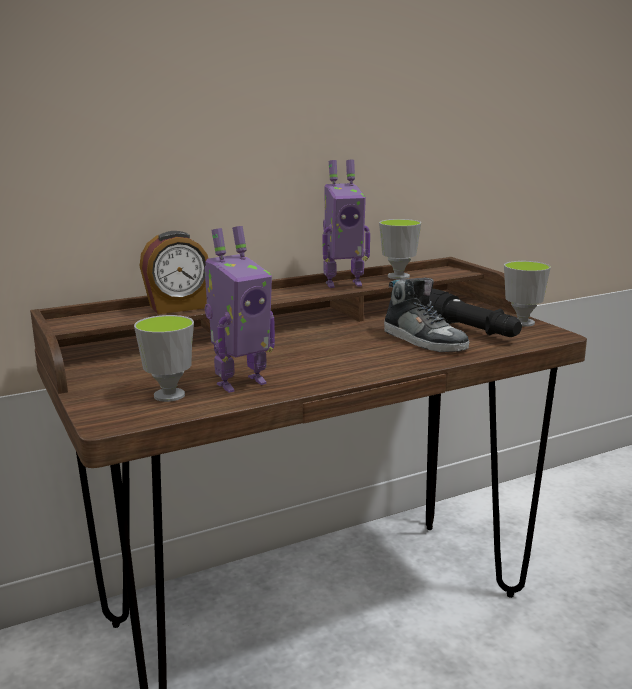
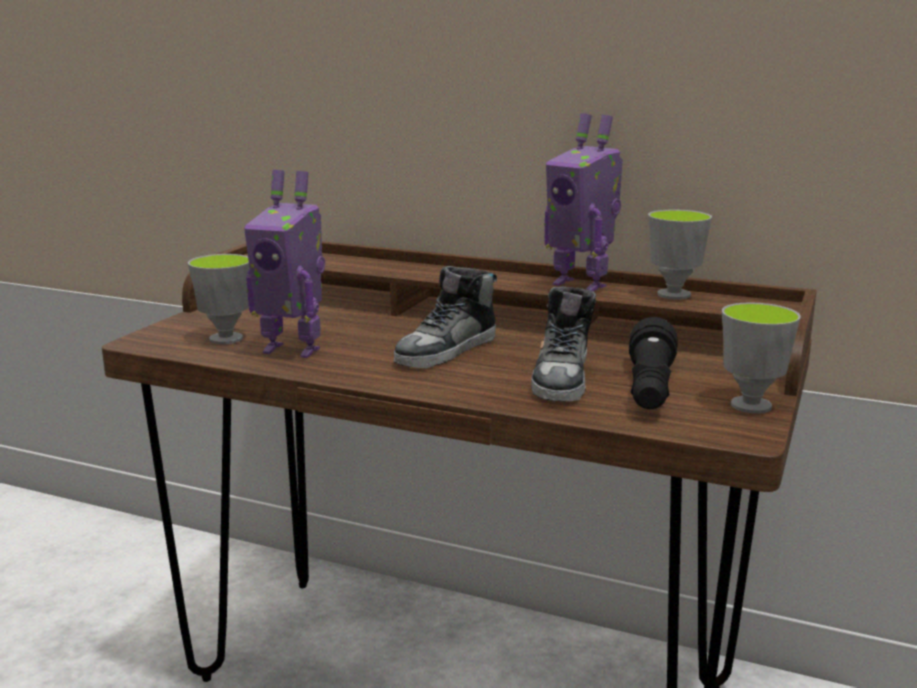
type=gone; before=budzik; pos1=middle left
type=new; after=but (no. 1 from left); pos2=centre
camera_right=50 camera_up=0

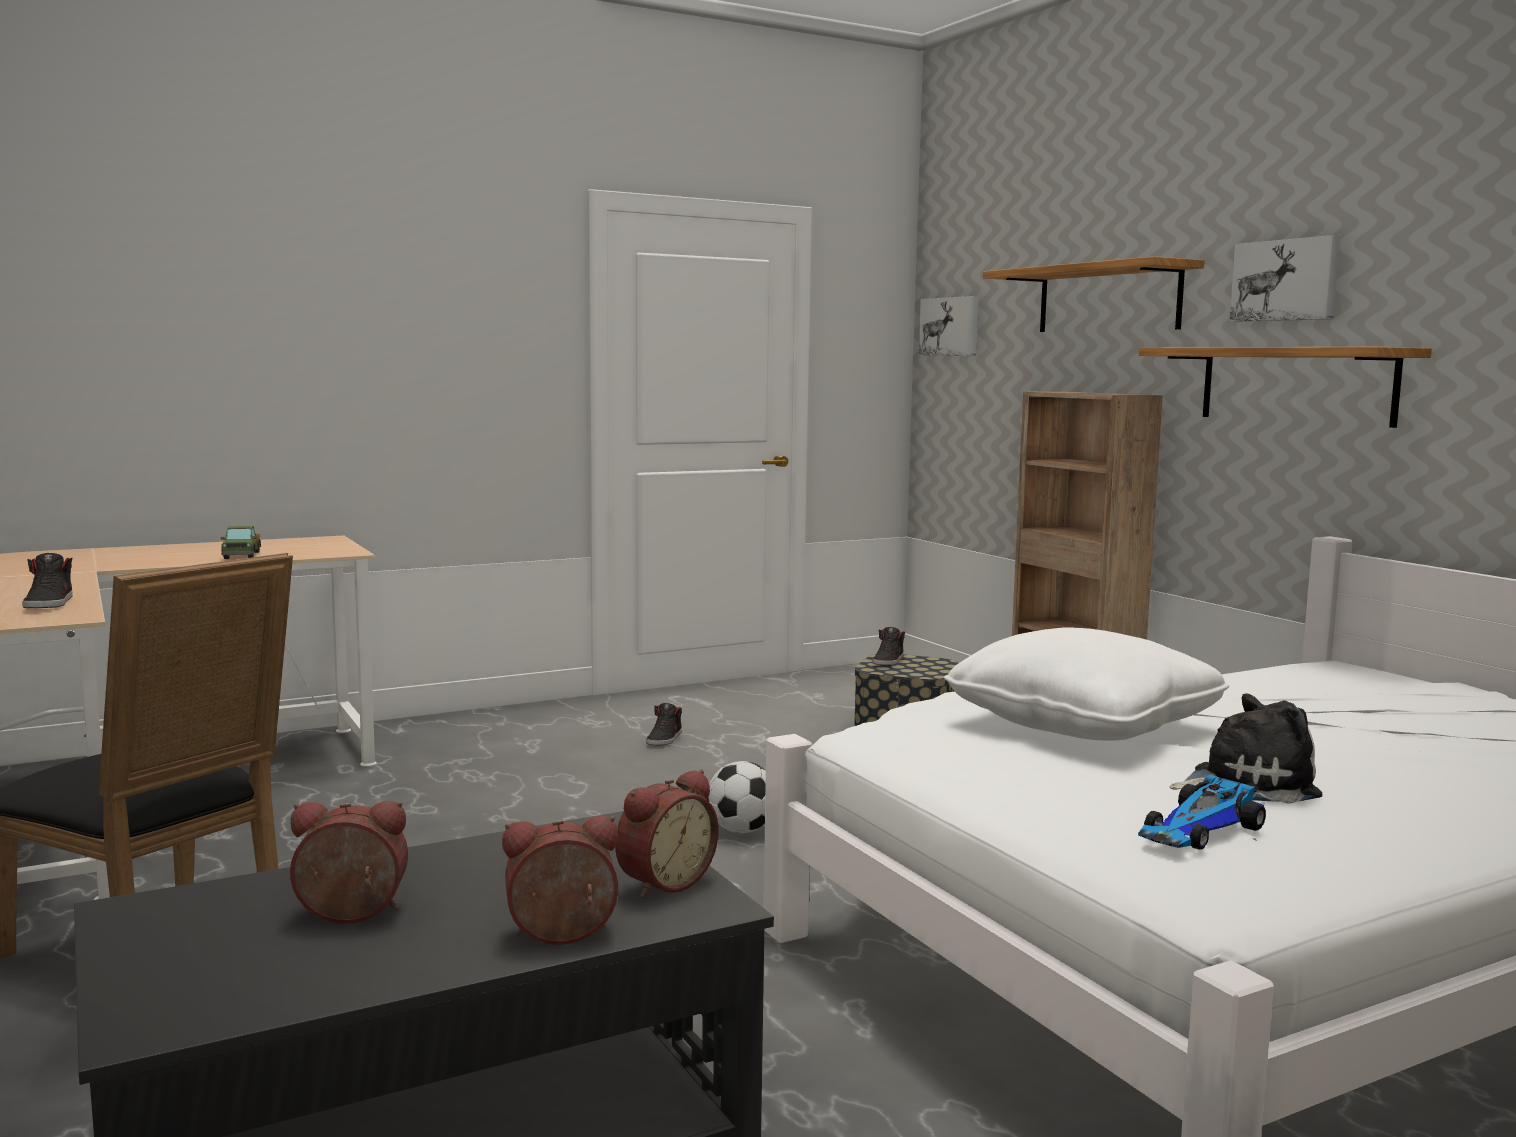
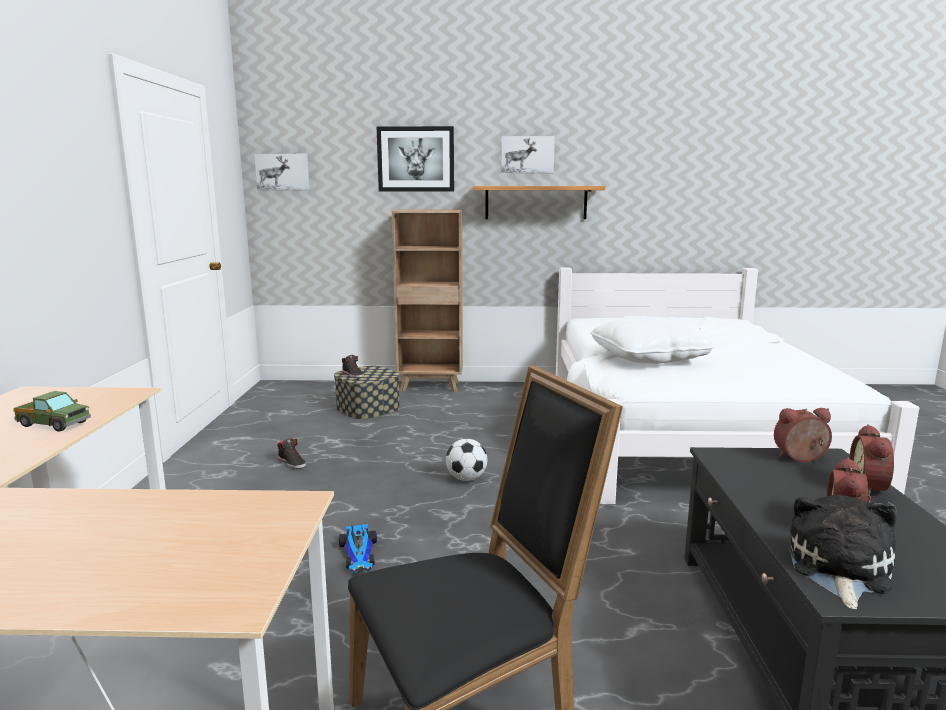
type=swapped; before=półka (no. 1 from left); after=obraz (no. 2 from left); pos1=top right; pos2=top centre
type=gone; before=but (czarny) (no. 1 from left); pos1=middle left
type=shifted; before=pluszak; pos1=middle right; pos2=bottom right
type=rotated; before=budzik (no. 3 from left in the first image); pos1=bottom centre; pos2=middle right; turn=-75
type=shifted; before=samochodzik; pos1=bottom right; pos2=bottom centre
camera_right=-60 camera_up=5

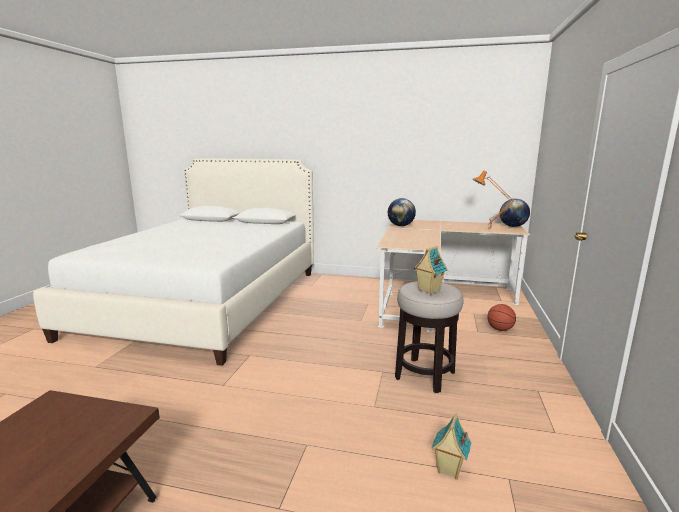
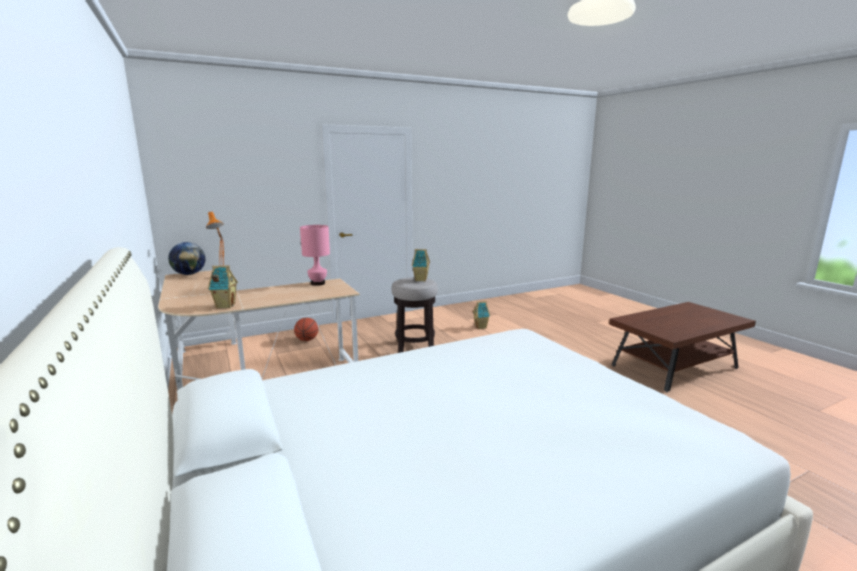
type=swapped; before=globus (no. 1 from left); after=domek (no. 1 from left); pos1=centre; pos2=middle left
type=new; after=lampa stołowa (różowy); pos2=centre
camera_right=-130 camera_up=0

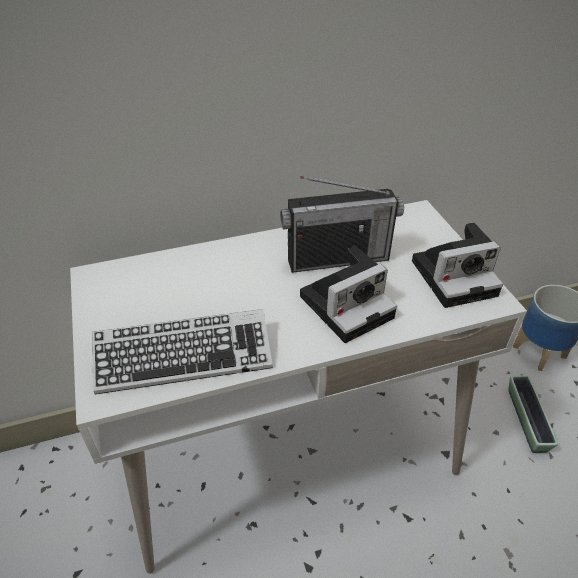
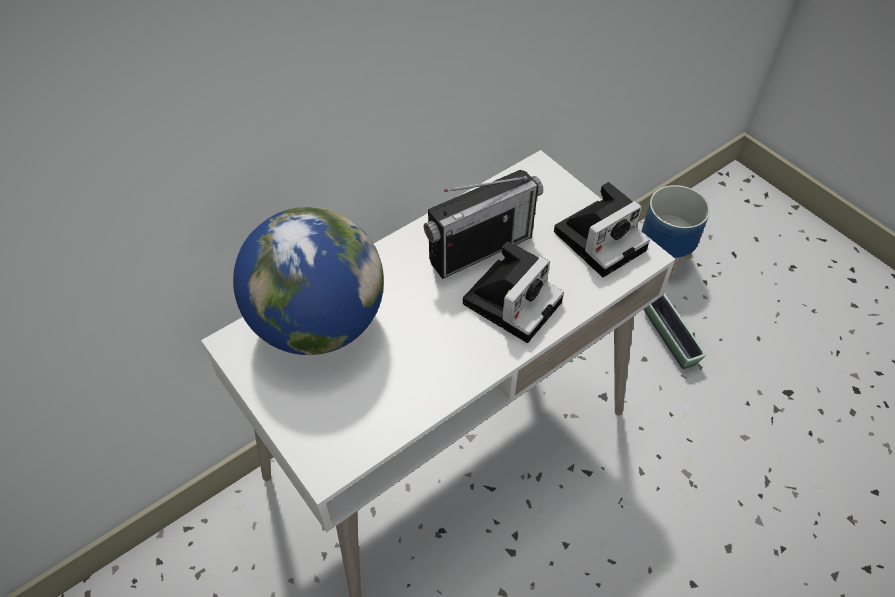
type=gone; before=klawiatura; pos1=middle left
type=new; after=globus; pos2=centre
camera_right=-20 camera_up=10

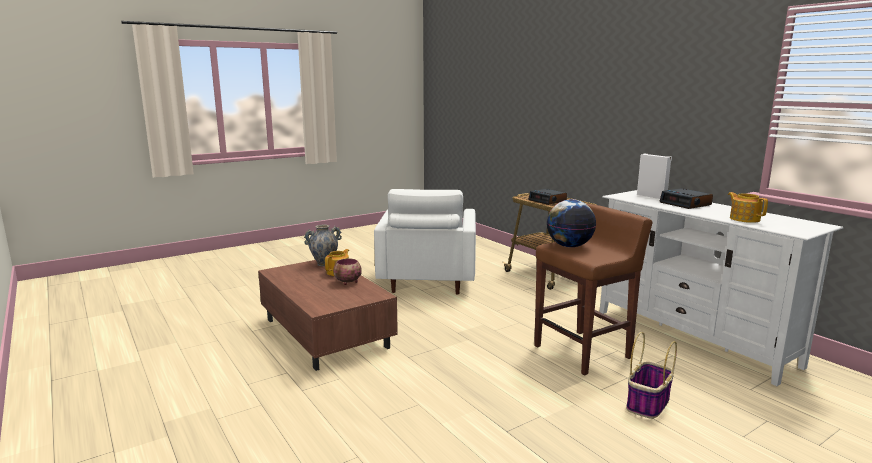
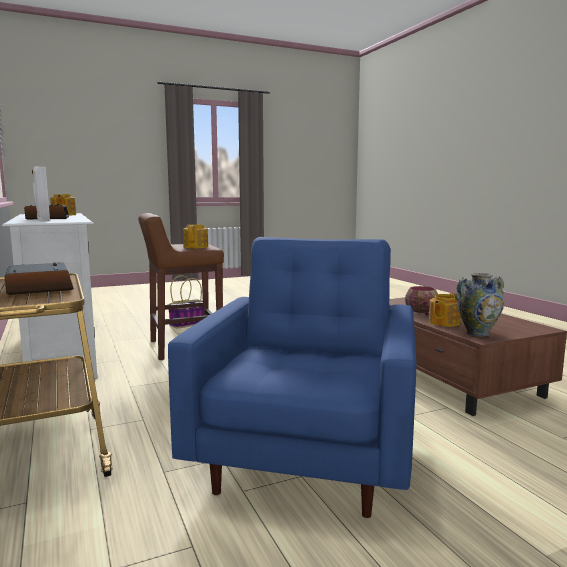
type=repainted; before=fotel (biały); after=fotel (niebieski); pos1=centre; pos2=centre
type=swapped; before=globus; after=imbryk (no. 2 from left); pos1=centre; pos2=centre
camera_right=-170 camera_up=-5

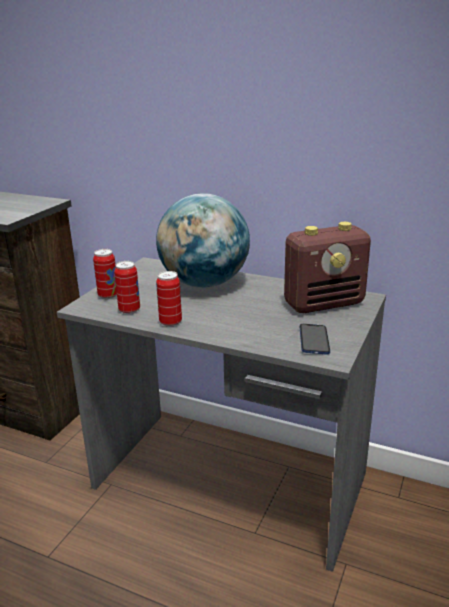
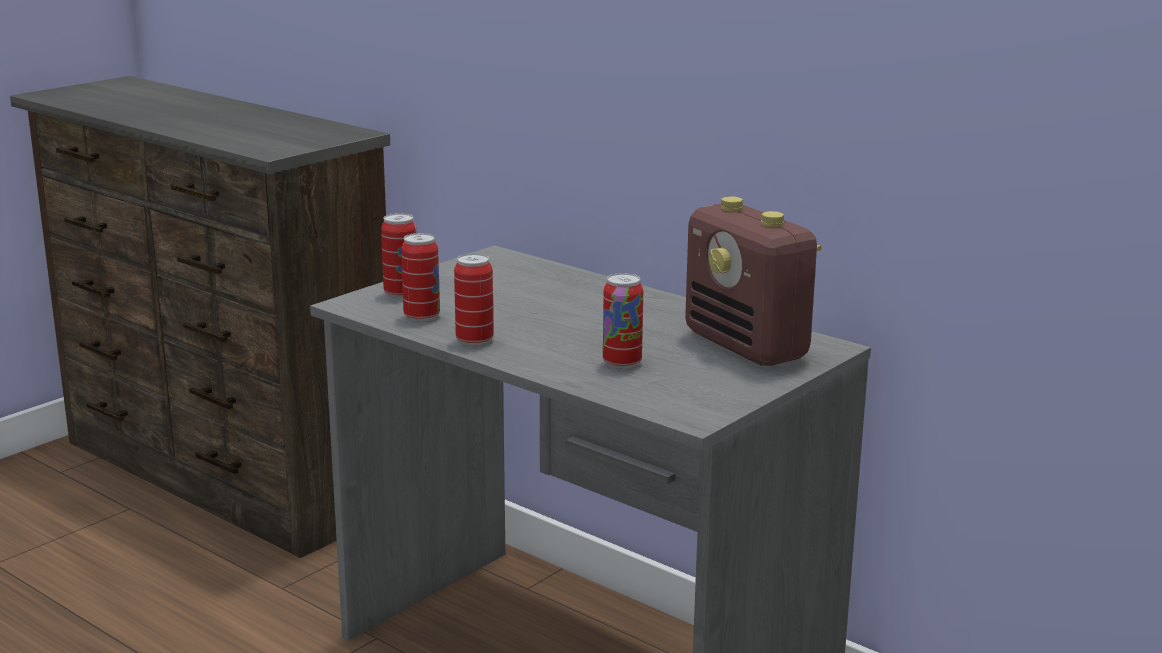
type=gone; before=globus; pos1=centre
type=rotated; before=radio; pos1=middle right; pos2=centre; turn=60
type=gone; before=telefon; pos1=middle right
type=new; after=puszka (no. 4 from left); pos2=centre
camera_right=15 camera_up=-5

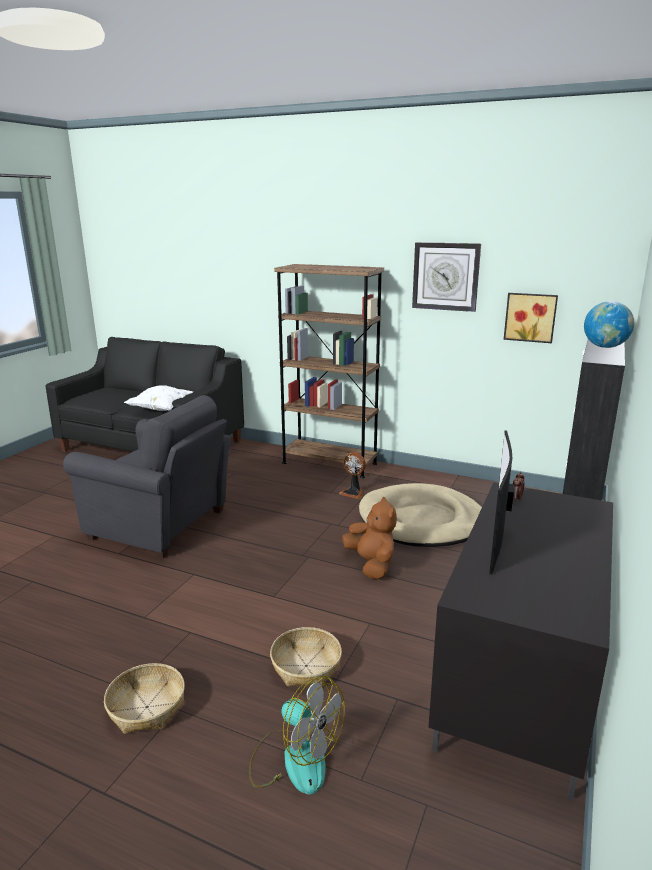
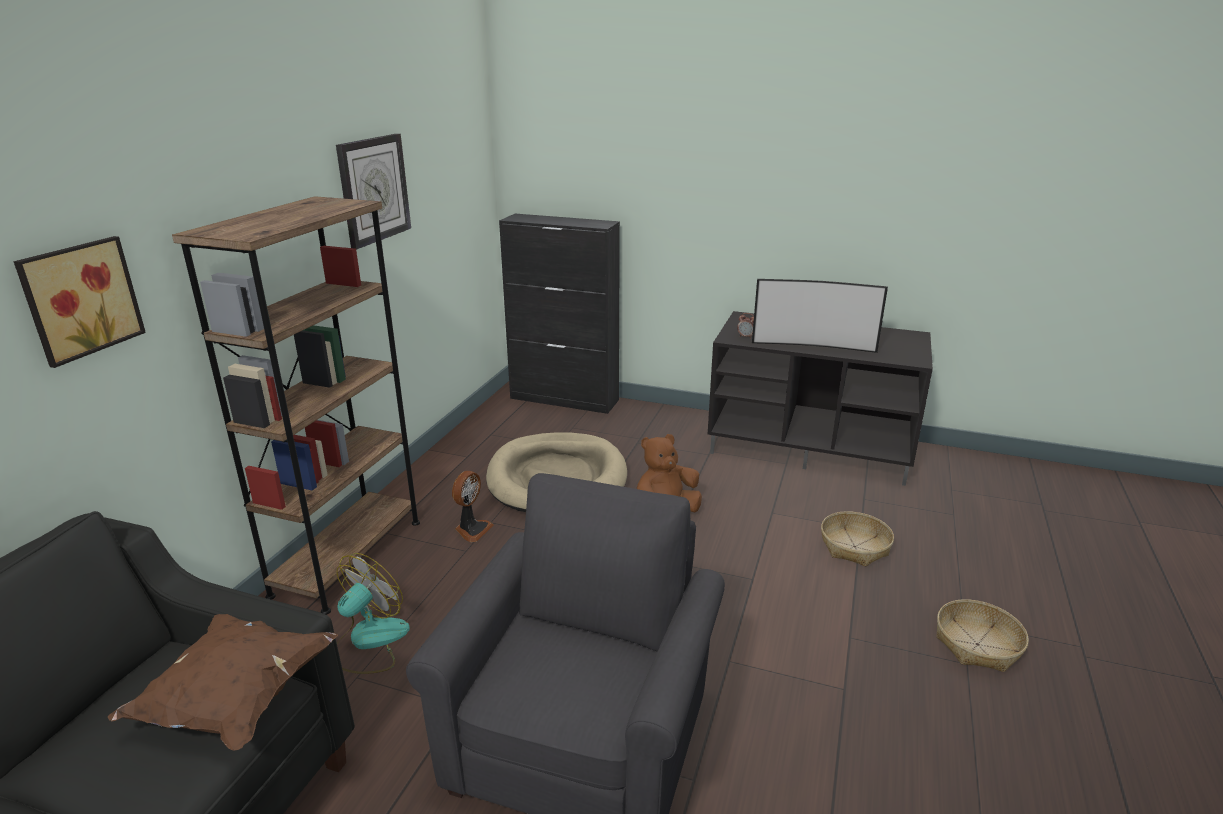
type=shifted; before=obraz; pos1=middle right; pos2=middle left
type=gone; before=globus; pos1=middle right
type=repainted; before=poduszka (biały); after=poduszka (brązowy); pos1=middle left; pos2=bottom left
type=shifted; before=wentylator (no. 1 from left); pos1=bottom centre; pos2=bottom left
camera_right=-95 camera_up=5

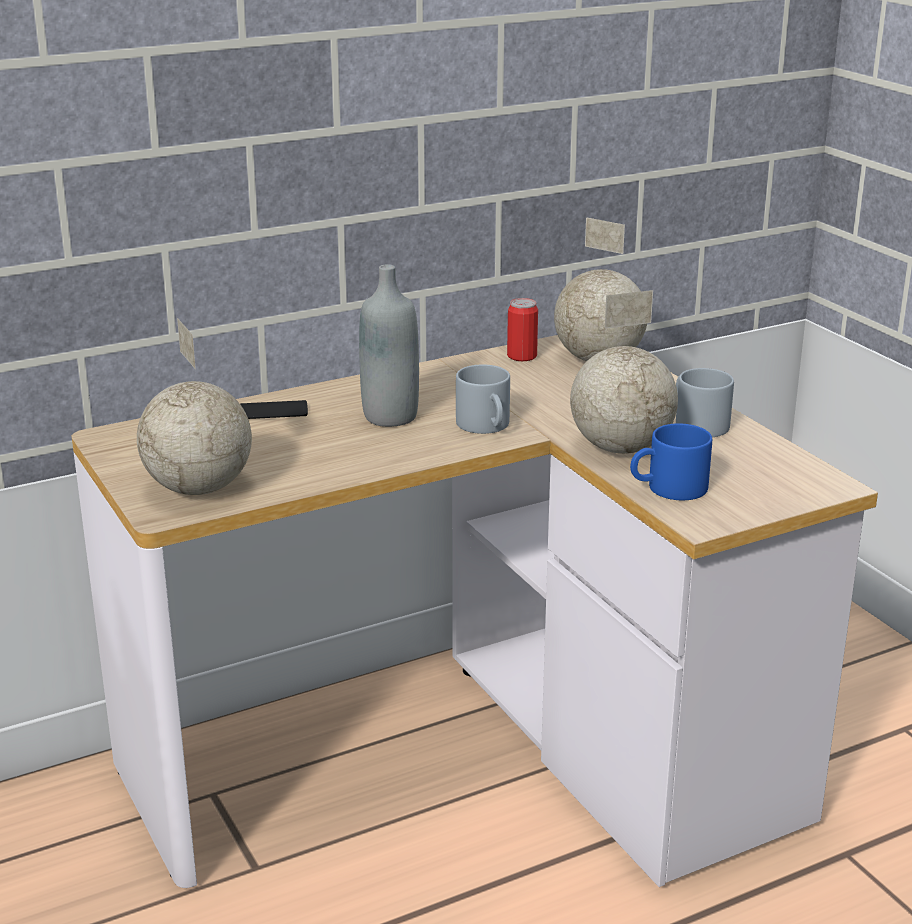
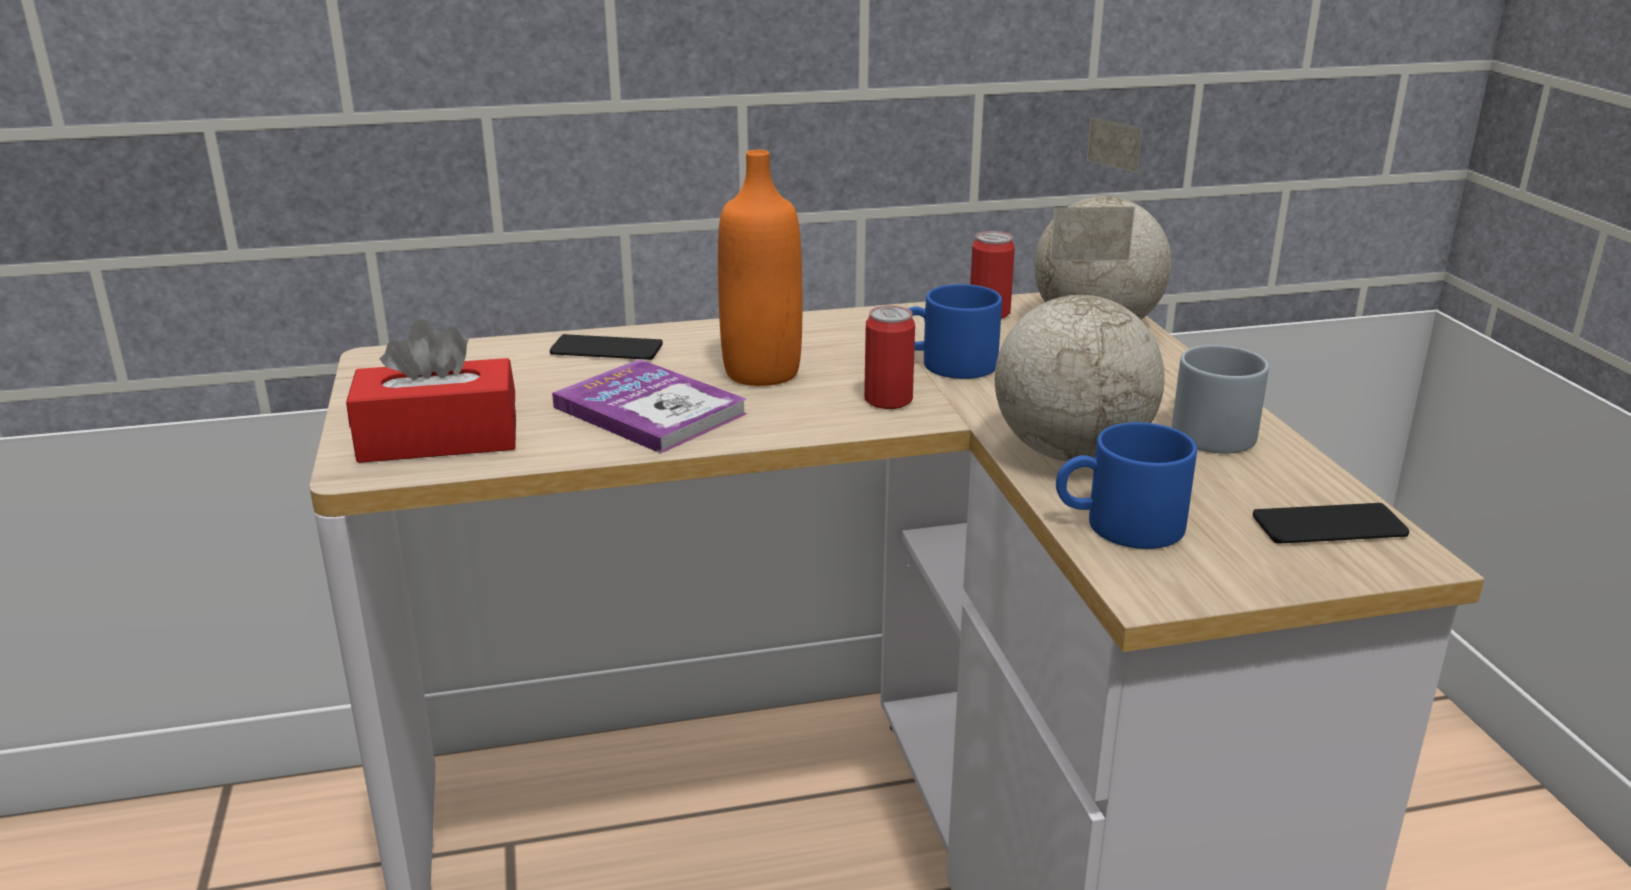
type=repainted; before=butelka (szary); after=butelka (pomarańczowy); pos1=centre; pos2=top centre
type=swapped; before=globus (no. 1 from left); after=pudełko chusteczek (czerwony); pos1=middle left; pos2=middle left
type=swapped; before=kubek (szary) (no. 1 from left); after=puszka (no. 1 from left); pos1=centre; pos2=centre
type=new; after=kubek (niebieski) (no. 1 from left); pos2=centre
type=new; after=książka; pos2=centre
type=new; after=telefon (no. 2 from left); pos2=middle right
camera_right=15 camera_up=0

